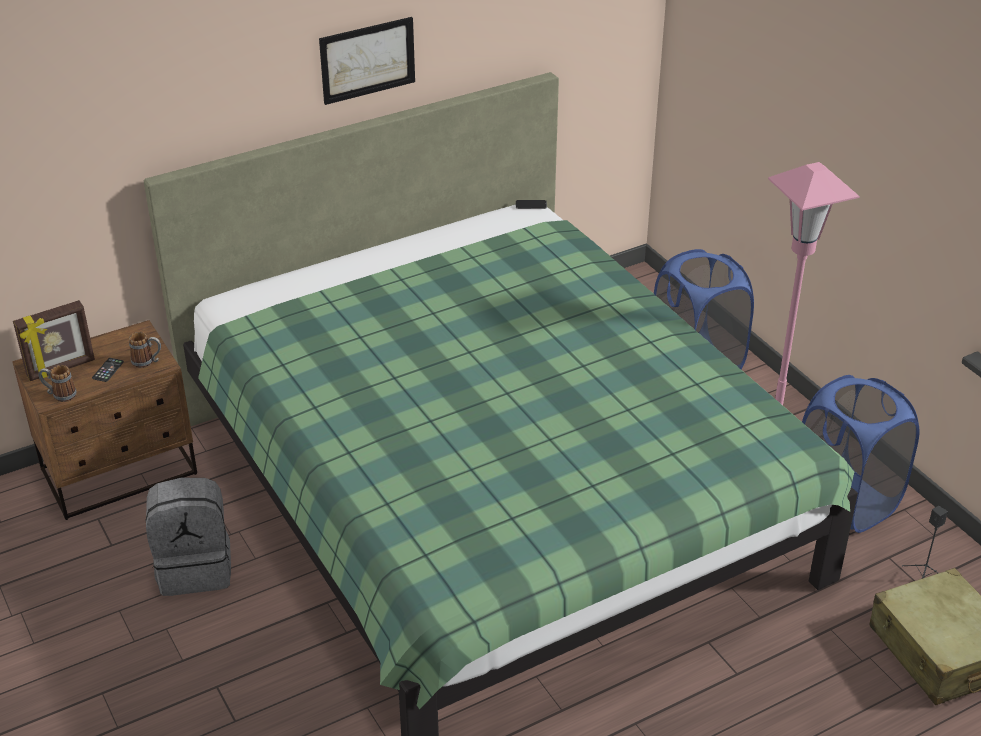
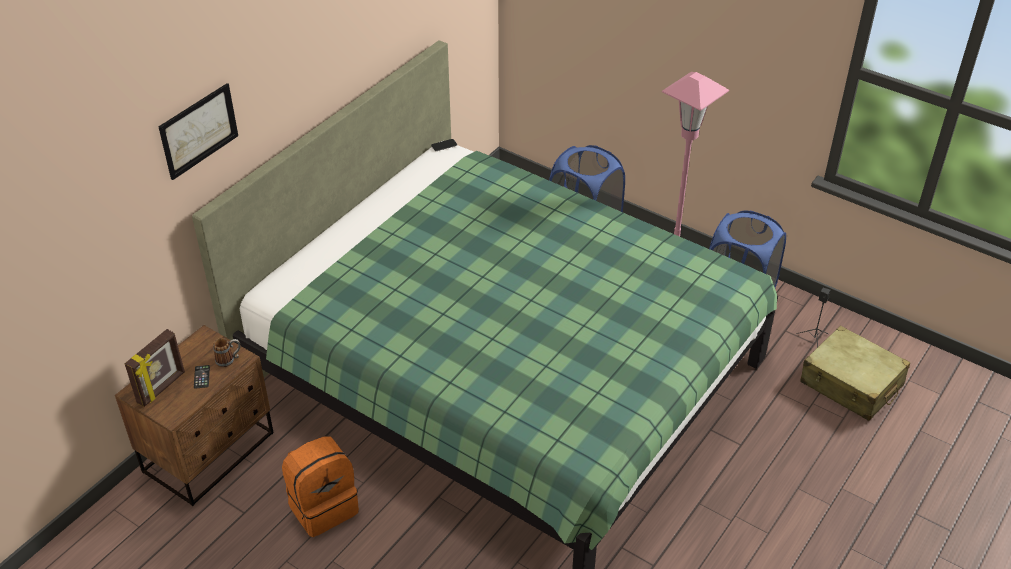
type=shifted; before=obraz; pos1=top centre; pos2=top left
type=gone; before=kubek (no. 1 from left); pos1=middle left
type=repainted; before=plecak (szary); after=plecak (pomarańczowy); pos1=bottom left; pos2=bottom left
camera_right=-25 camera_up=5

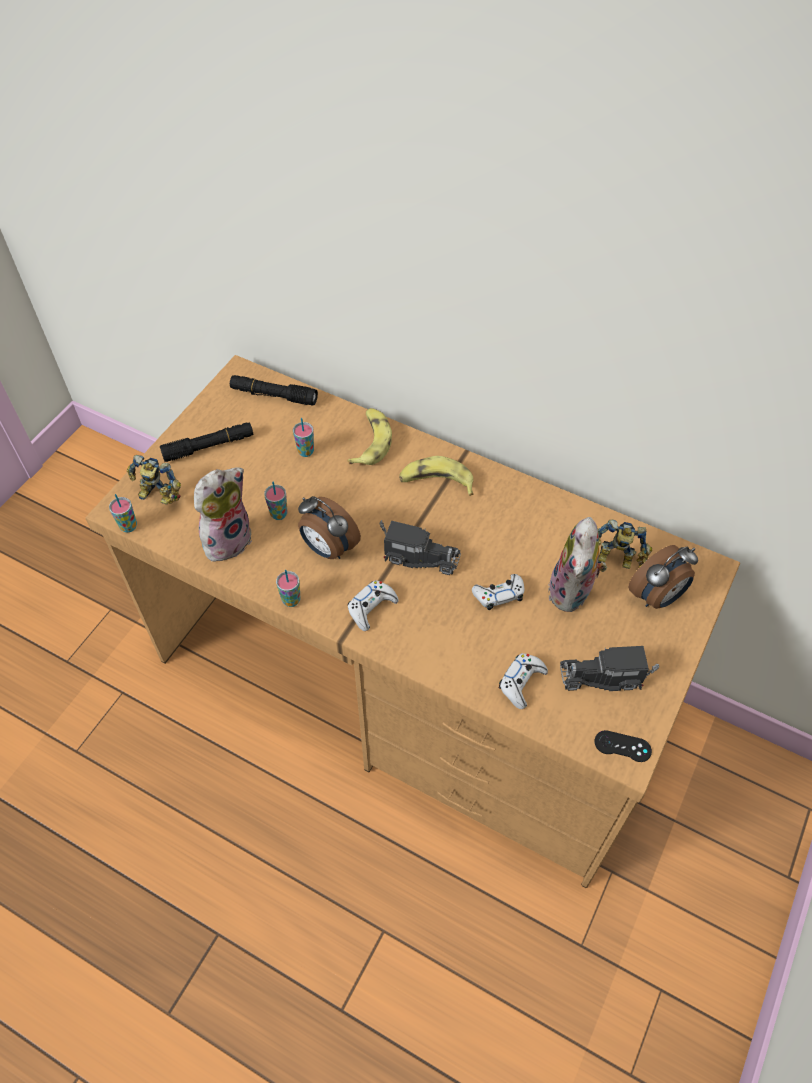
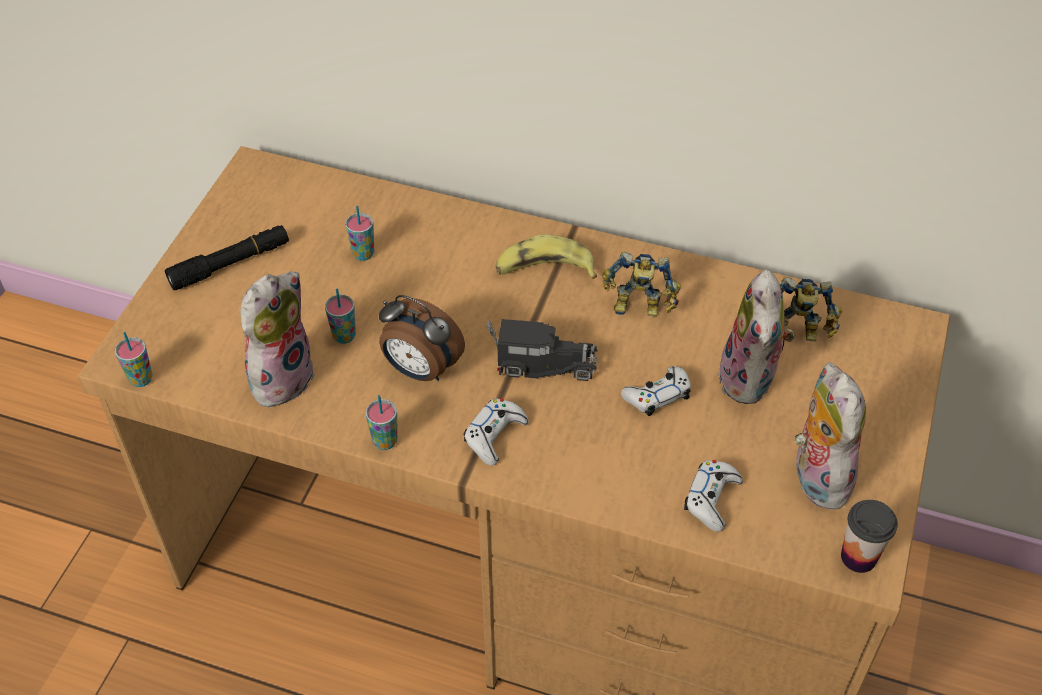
type=gone; before=latarka (czarny) (no. 2 from left); pos1=centre
type=gone; before=banan (no. 1 from left); pos1=centre
type=shifted; before=robot zabawkowy (no. 1 from left); pos1=middle left; pos2=centre
type=gone; before=budzik (no. 2 from left); pos1=middle right
type=swapped; before=ciężarówka zabawkowa (no. 2 from left); after=pluszak (no. 3 from left); pos1=middle right; pos2=middle right
type=swapped; before=pad do gier (czarny); after=filiżanka (no. 5 from left); pos1=bottom right; pos2=bottom right
camera_right=-10 camera_up=-5

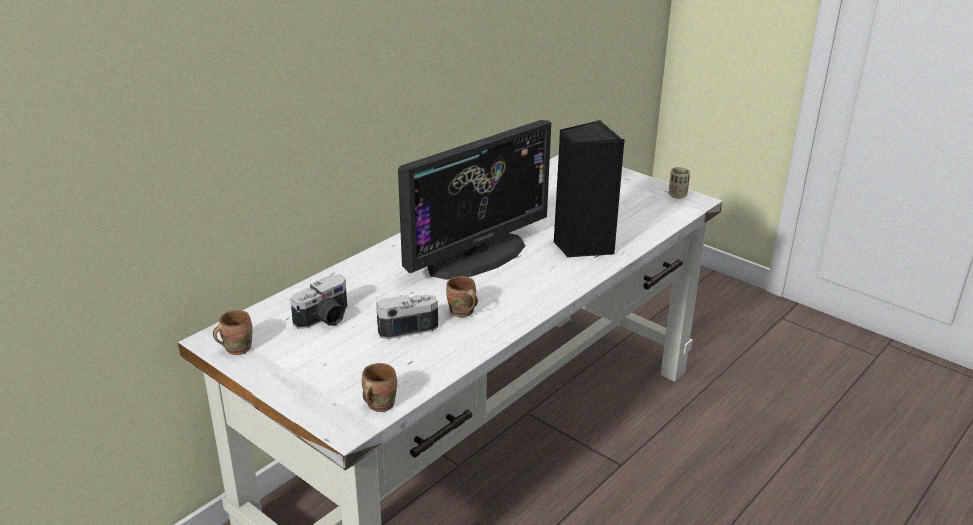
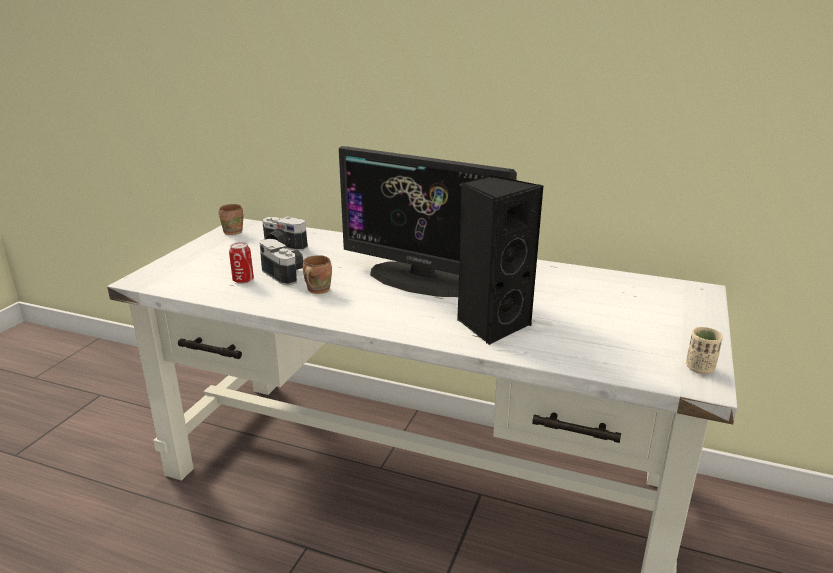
type=gone; before=kubek (brązowy) (no. 2 from left); pos1=bottom centre
type=new; after=puszka; pos2=middle left
camera_right=70 camera_up=-5

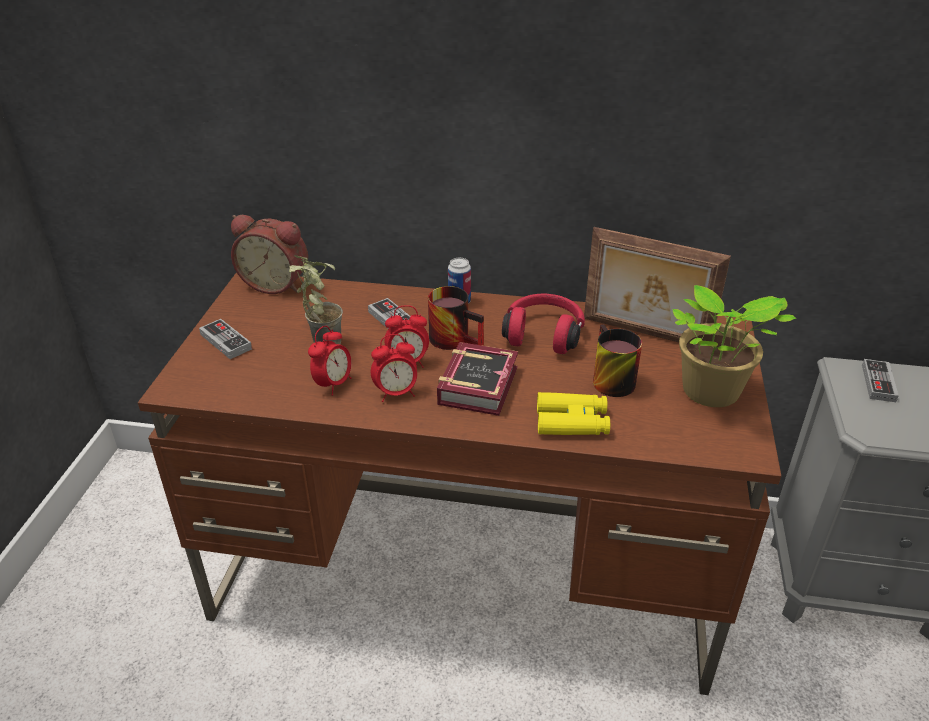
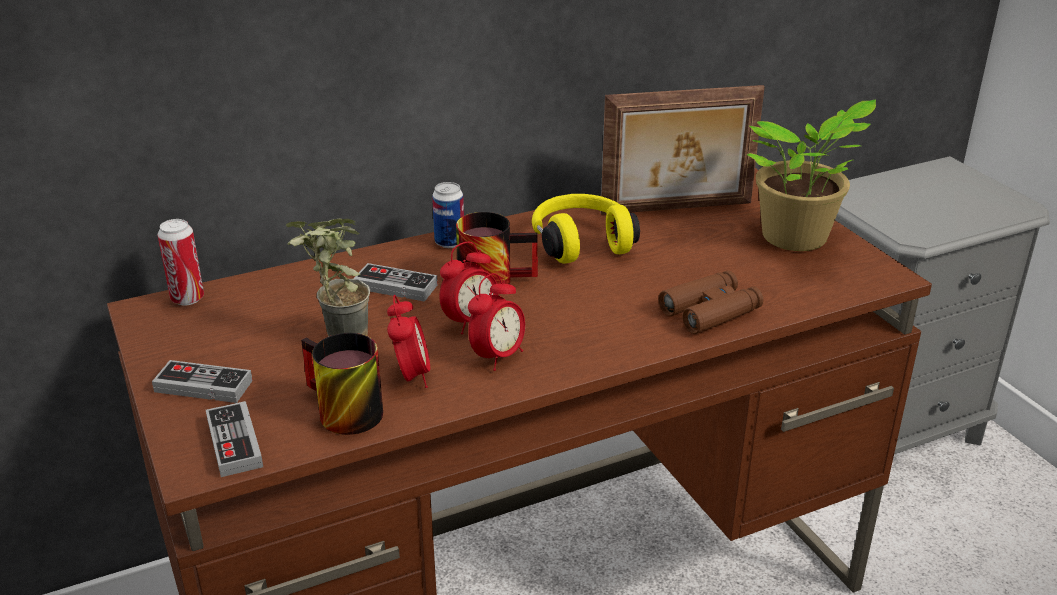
type=swapped; before=budzik (no. 1 from left); after=puszka (no. 1 from left); pos1=middle left; pos2=middle left
type=repainted; before=słuchawki (czerwony); after=słuchawki (żółty); pos1=centre; pos2=centre
type=shifted; before=kubek (no. 2 from left in the first image); after=kubek (no. 1 from left); pos1=centre; pos2=middle left
type=gone; before=książka; pos1=centre
type=shifted; before=pad do gier (no. 3 from left in the first image); after=pad do gier (no. 2 from left); pos1=middle right; pos2=bottom left
type=repainted; before=lornetka (żółty); after=lornetka (brązowy); pos1=centre; pos2=middle right
camera_right=-35 camera_up=-5

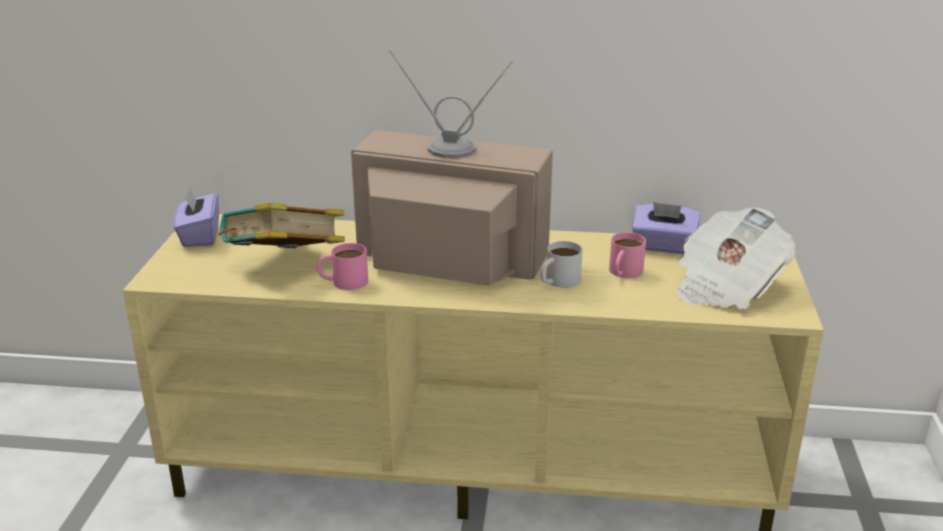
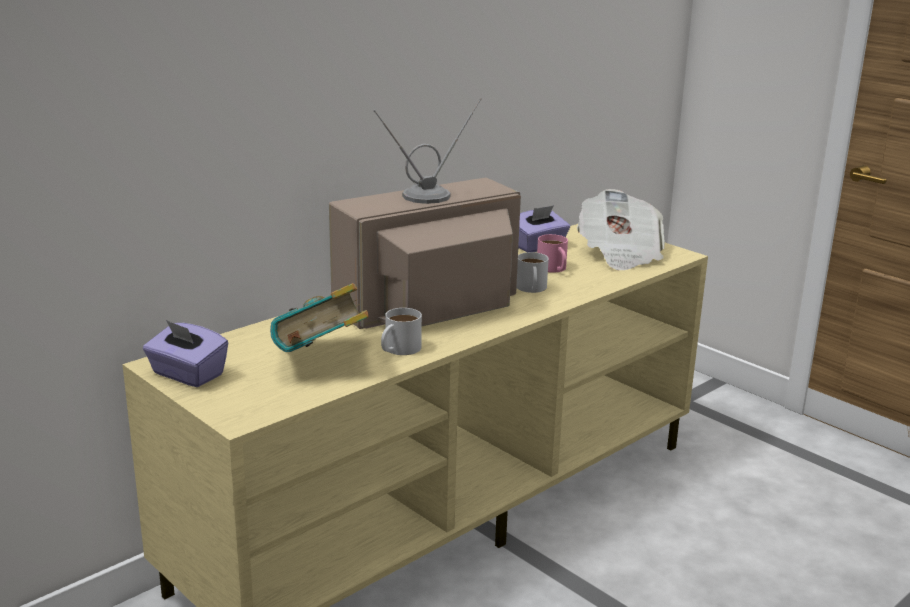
type=repainted; before=kubek (różowy) (no. 1 from left); after=kubek (biały) (no. 1 from left); pos1=centre; pos2=centre
camera_right=-50 camera_up=-5

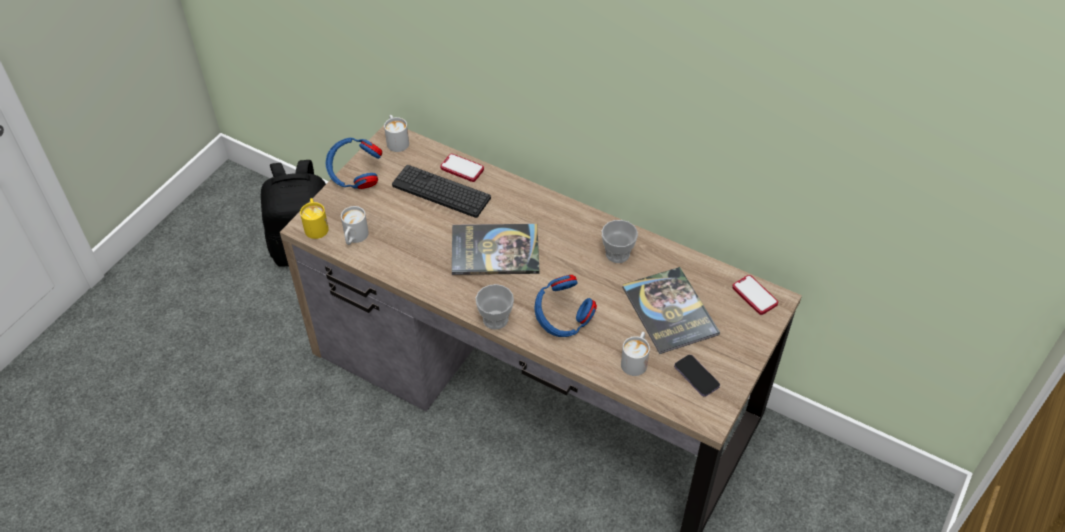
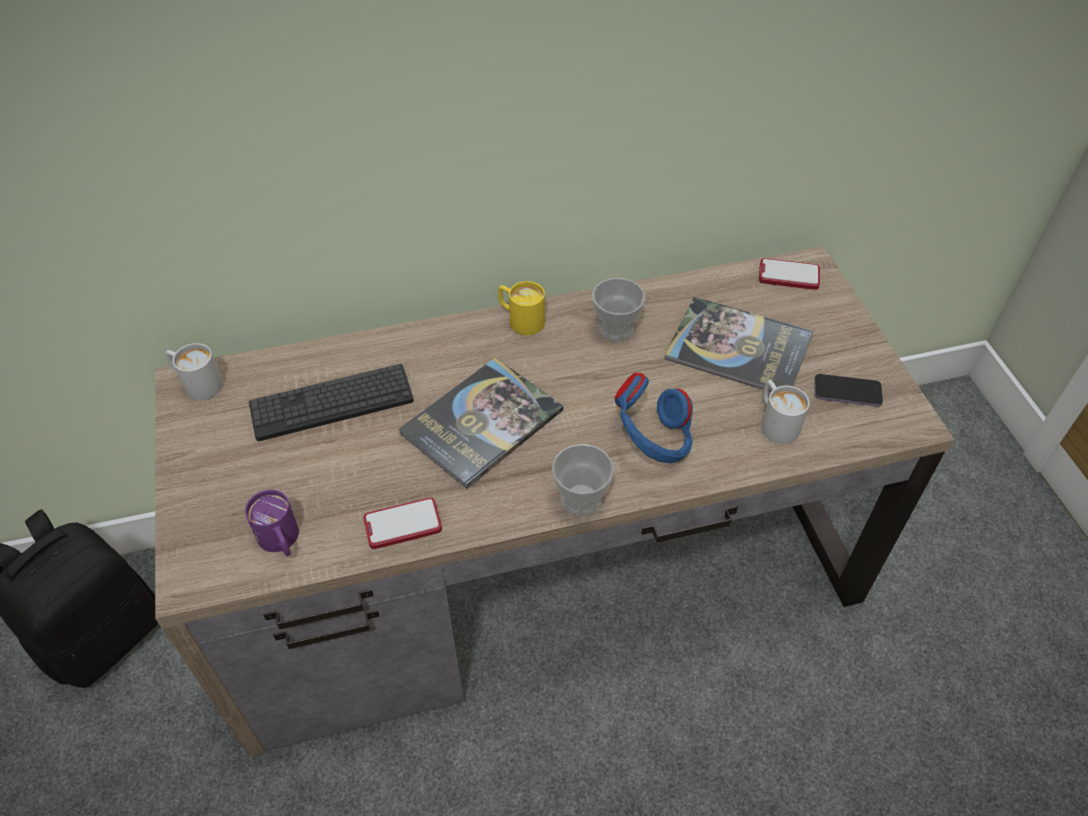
type=gone; before=słuchawki (niebieski) (no. 1 from left); pos1=top left
type=shifted; before=telefon (no. 1 from left); pos1=top centre; pos2=centre
type=shifted; before=kubek (żółty); pos1=middle left; pos2=centre
type=repainted; before=kubek (biały) (no. 1 from left); after=kubek (fioletowy); pos1=centre; pos2=middle left
camera_right=-45 camera_up=0

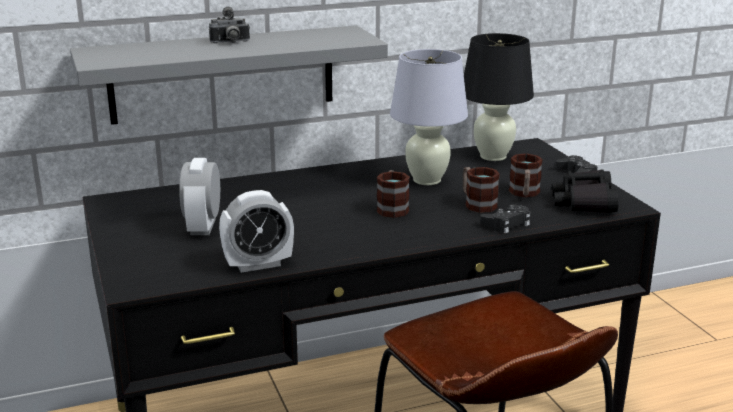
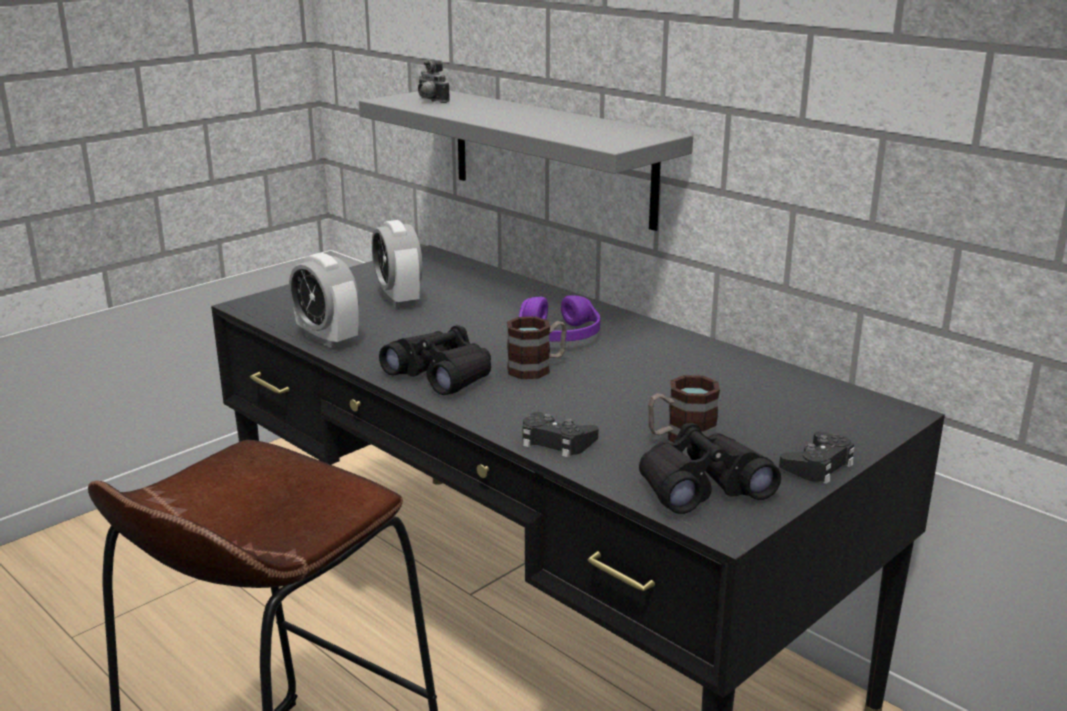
type=shifted; before=aparat fotograficzny; pos1=top left; pos2=top centre
type=gone; before=lampa stołowa (czarny); pos1=top right
type=gone; before=lampa stołowa (biały); pos1=top centre
type=rotated; before=budzik (no. 1 from left in the first image); pos1=middle left; pos2=centre; turn=-90
type=gone; before=kubek (no. 2 from left); pos1=centre
type=new; after=słuchawki (fioletowy); pos2=centre
type=new; after=lornetka (czarny) (no. 1 from left); pos2=centre
camera_right=65 camera_up=0

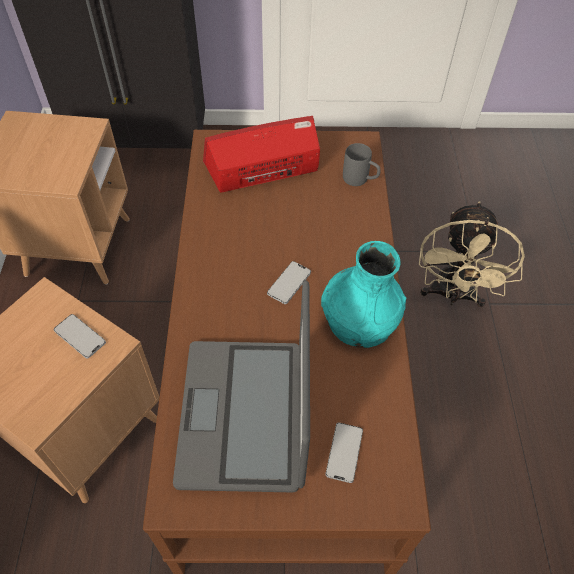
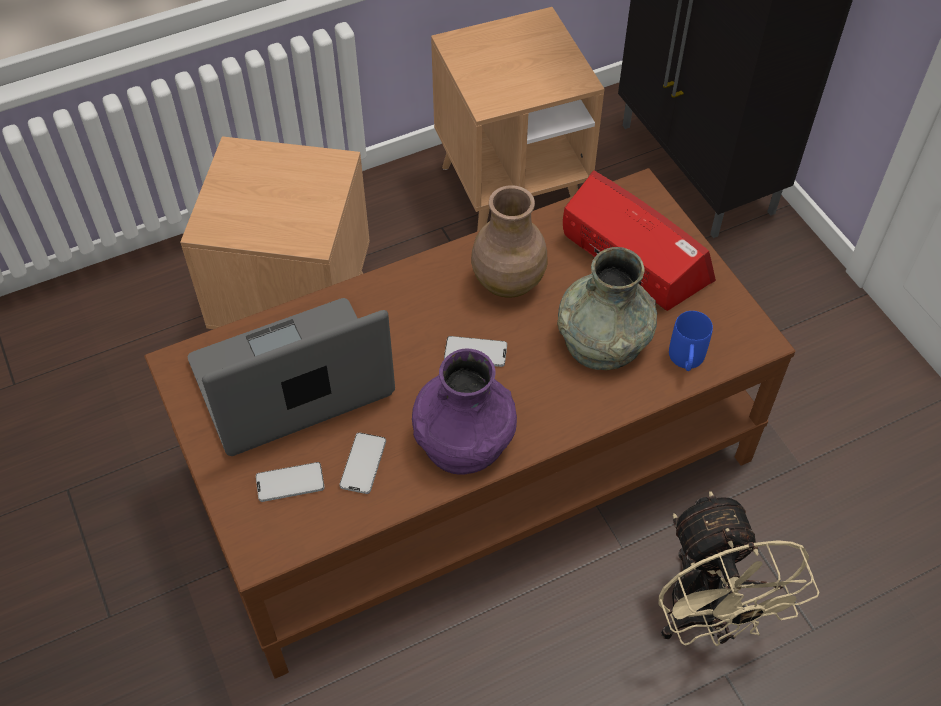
type=repainted; before=kubek (szary); after=kubek (niebieski); pos1=top centre; pos2=middle right
type=rotated; before=wentylator (beżowy); pos1=middle right; pos2=bottom right; turn=-90
type=repainted; before=wazon (turkusowy); after=wazon (fioletowy); pos1=centre; pos2=centre
type=shifted; before=telefon (no. 1 from left in the first image); after=telefon (no. 2 from left); pos1=middle left; pos2=centre
type=new; after=wazon (brązowy); pos2=centre
type=new; after=wazon (szary); pos2=centre
camera_right=65 camera_up=0

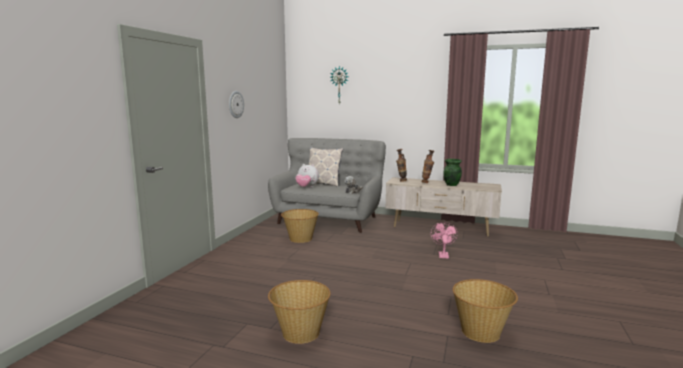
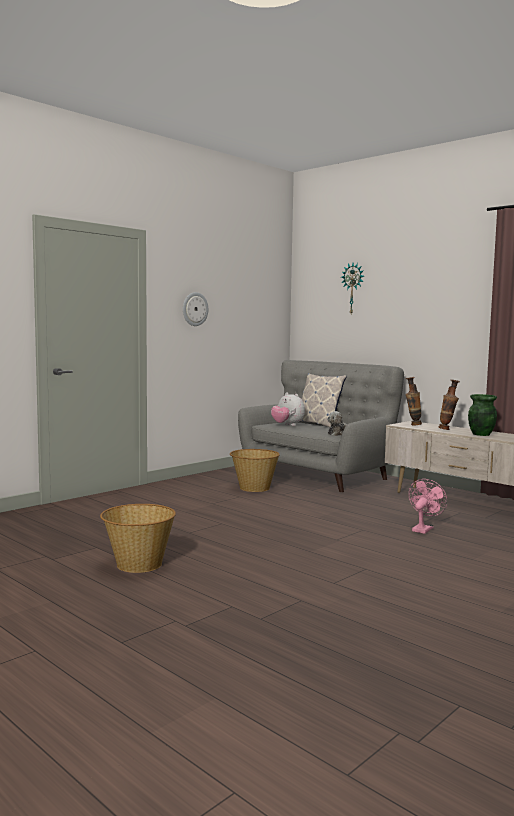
type=gone; before=koszyk (no. 3 from left); pos1=bottom right
camera_right=25 camera_up=-5

